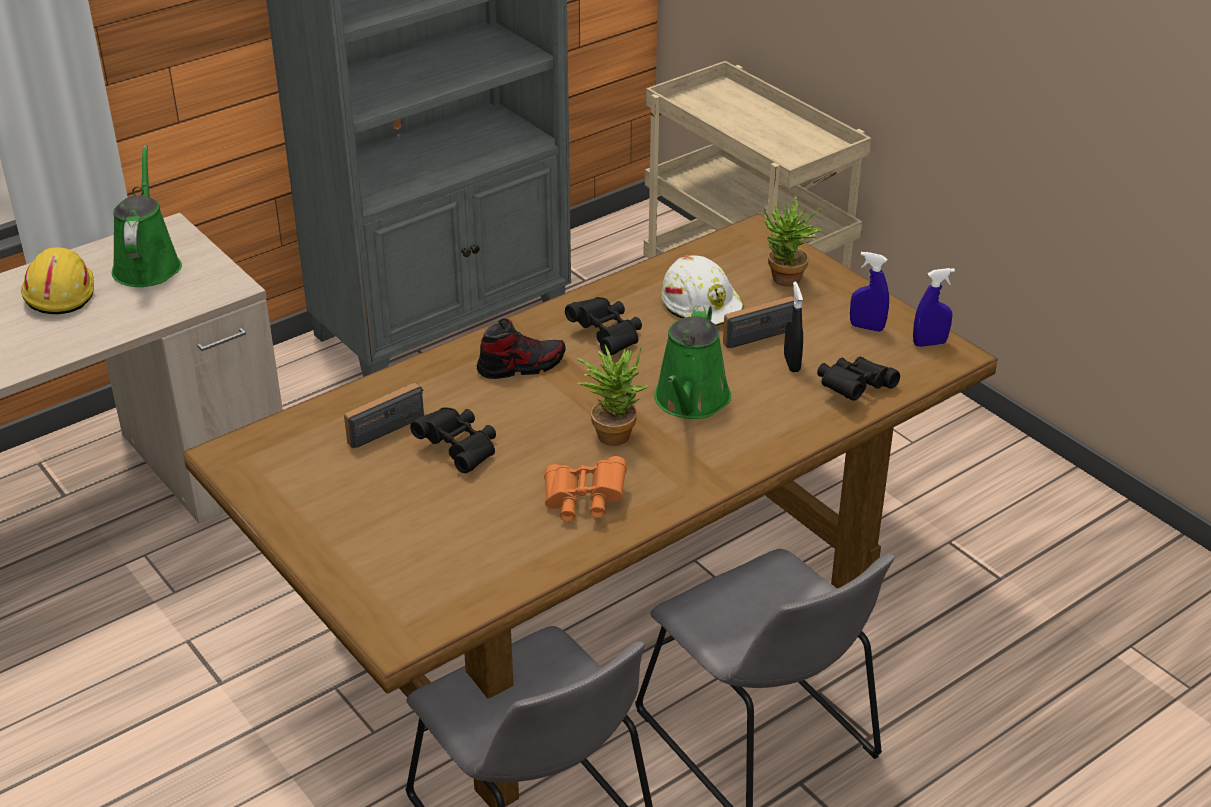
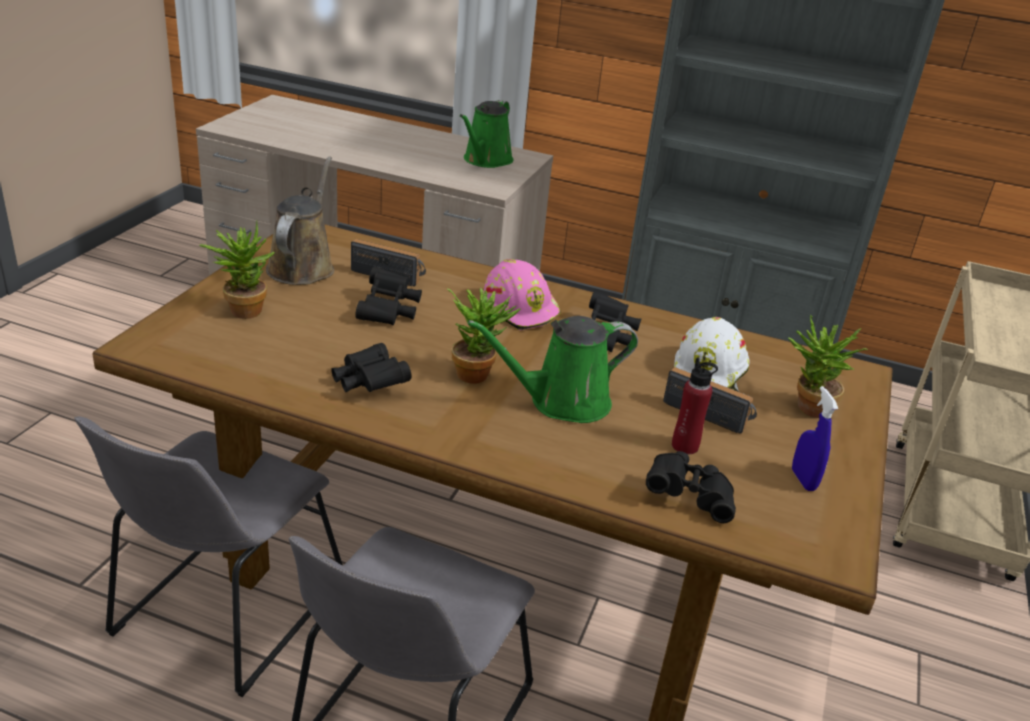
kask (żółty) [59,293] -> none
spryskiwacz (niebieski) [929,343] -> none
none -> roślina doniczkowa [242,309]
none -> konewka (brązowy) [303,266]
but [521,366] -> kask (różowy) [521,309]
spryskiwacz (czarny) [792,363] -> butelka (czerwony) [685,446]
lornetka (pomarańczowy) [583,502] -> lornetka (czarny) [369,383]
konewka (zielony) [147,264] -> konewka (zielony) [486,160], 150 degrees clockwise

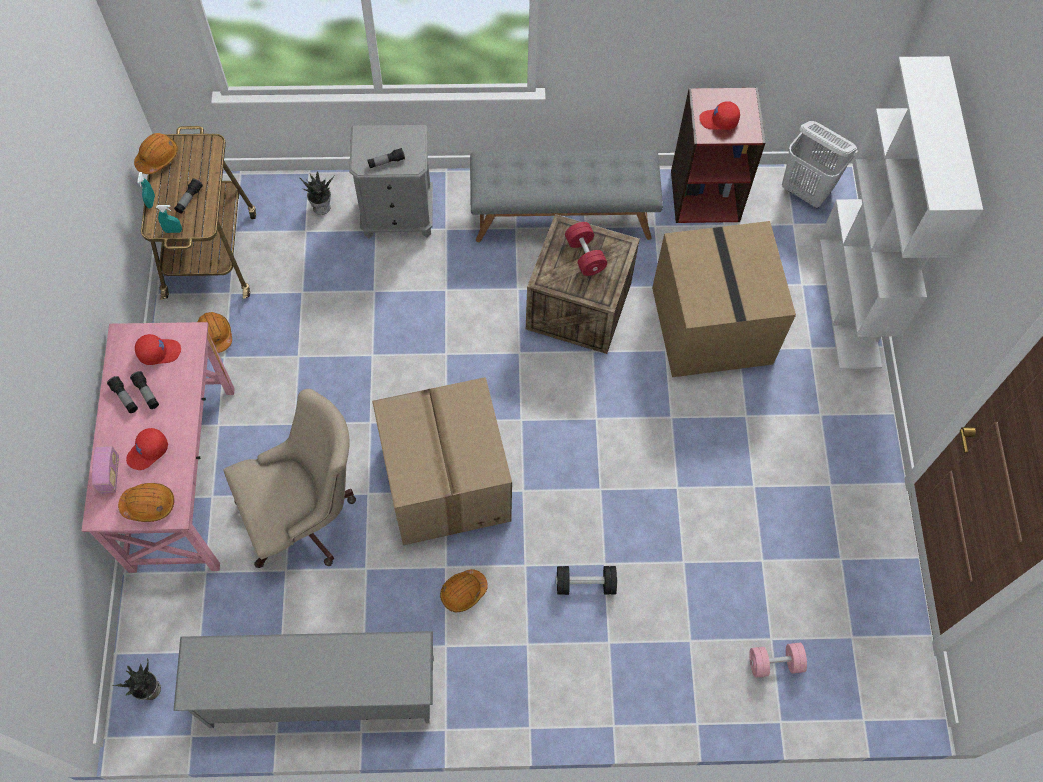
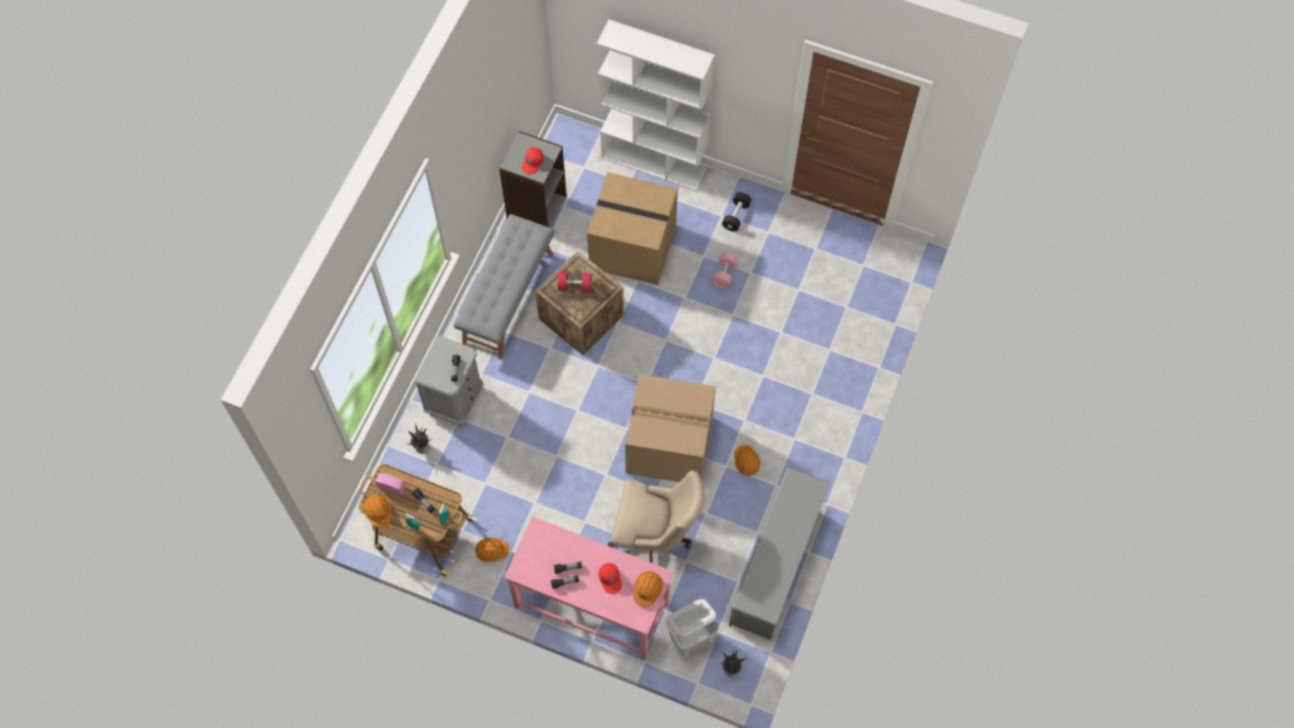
czapka z daszkiem (czerwony) [159,352] -> none
radio [110,474] -> radio [391,487], relocated
hantel (czarny) [585,584] -> hantel (czarny) [736,216], relocated
hantel (różowy) [774,663] -> hantel (różowy) [724,274], relocated
kosz na pranie (biały) [806,191] -> kosz na pranie (biały) [691,639], relocated
regał (czerwony) [705,195] -> regał (szary) [536,207]
krzesło biurowe (beżowy) [306,517] -> krzesło biurowe (beżowy) [655,537], 105 degrees clockwise

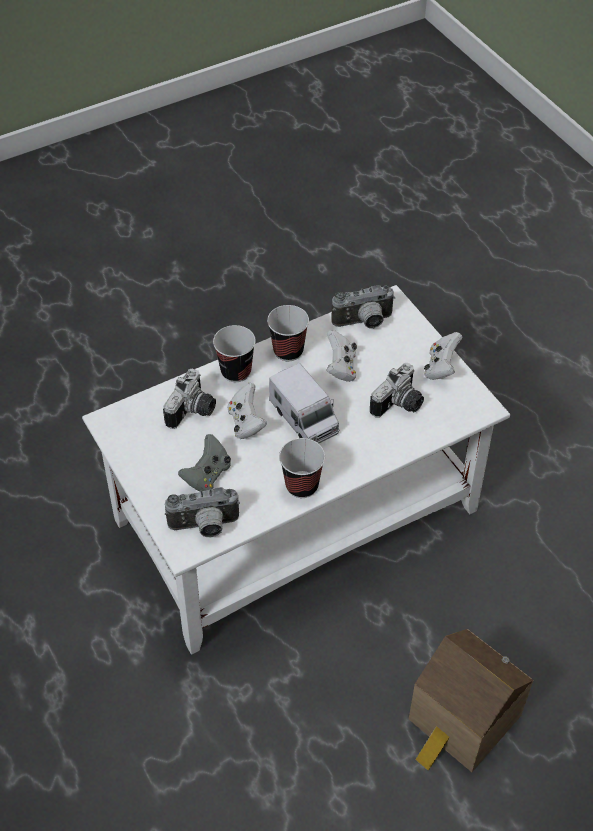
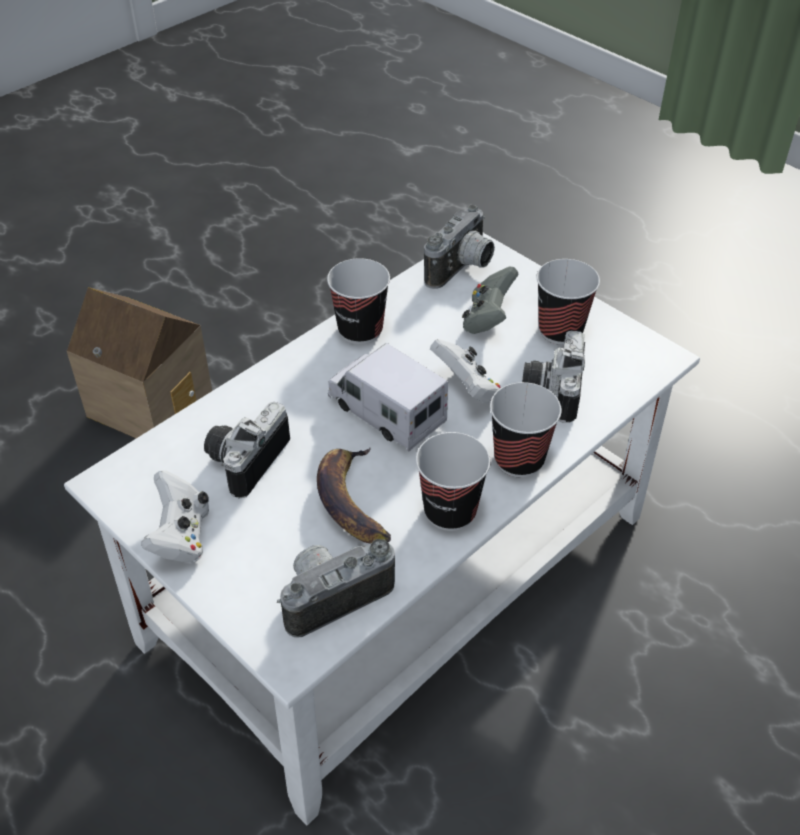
none -> filiżanka [560,331]
pad do gier (biały) [341,368] -> banan [352,501]
aparat fotograficzny [204,527] -> aparat fotograficzny [463,269], 150 degrees clockwise

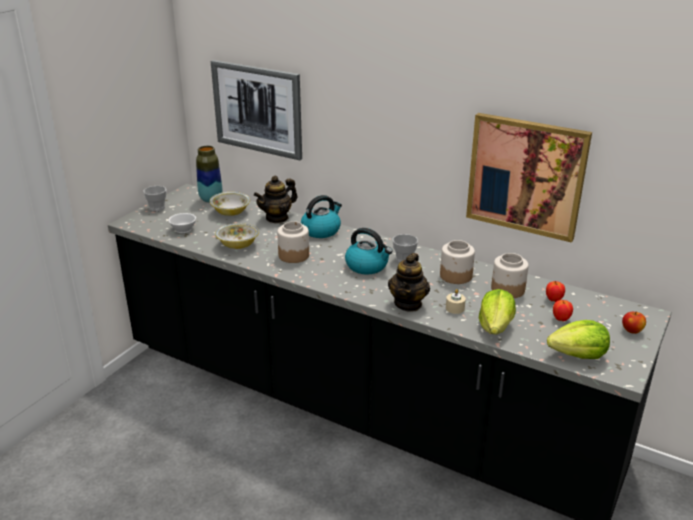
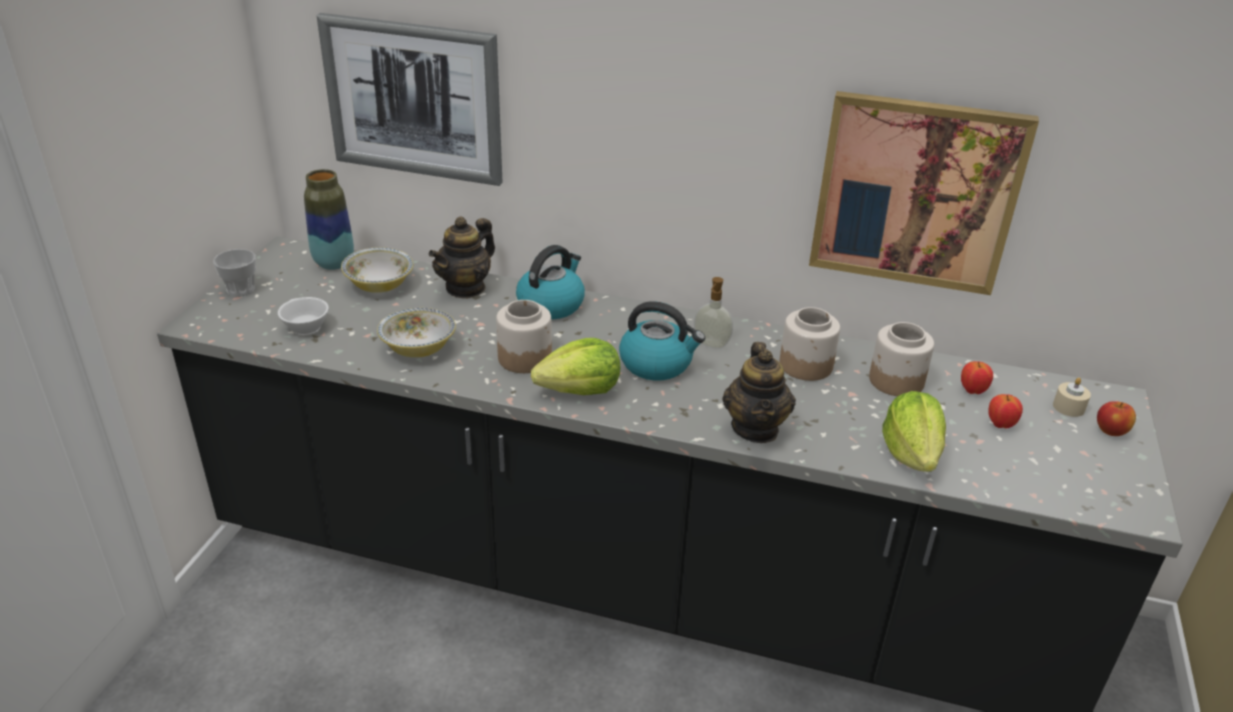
świeca (beżowy) [455,308] -> świeca (beżowy) [1068,407], relocated
sałata [578,354] -> sałata [580,390], relocated
filiżanka [404,259] -> dozownik mydła [711,344]

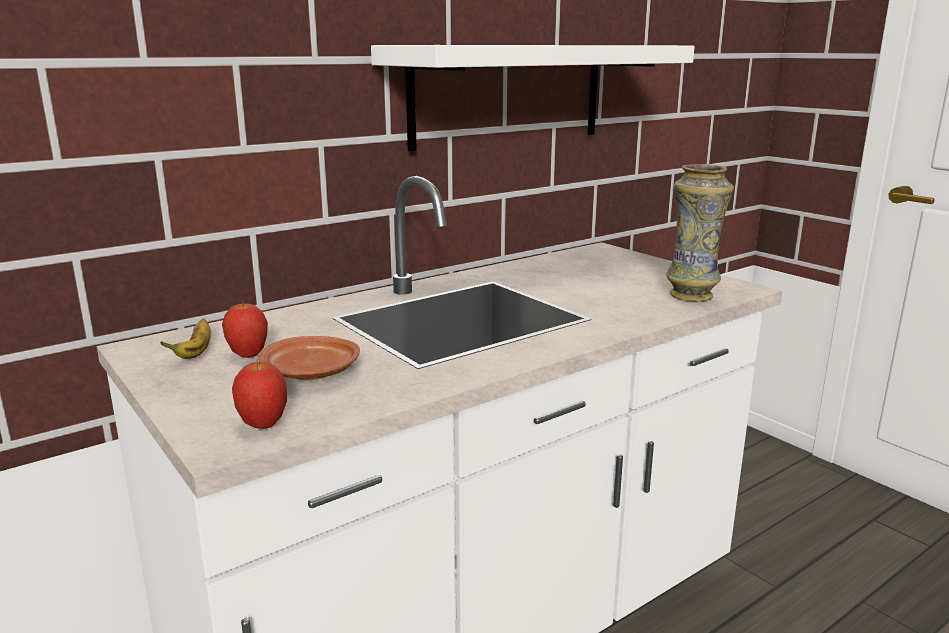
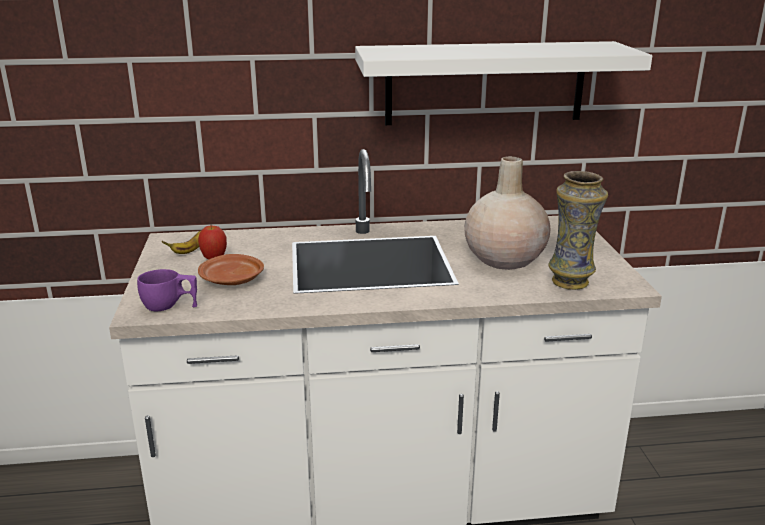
none -> wazon (beżowy) [504,259]
jabłko [263,425] -> filiżanka (fioletowy) [170,306]

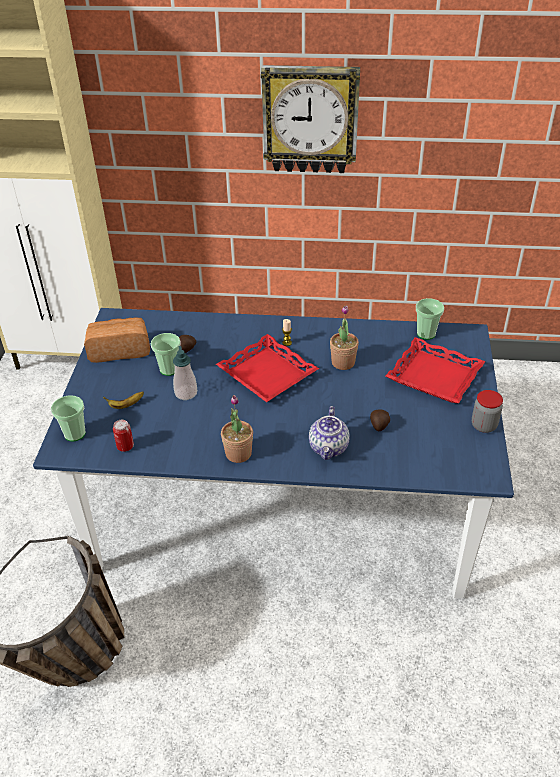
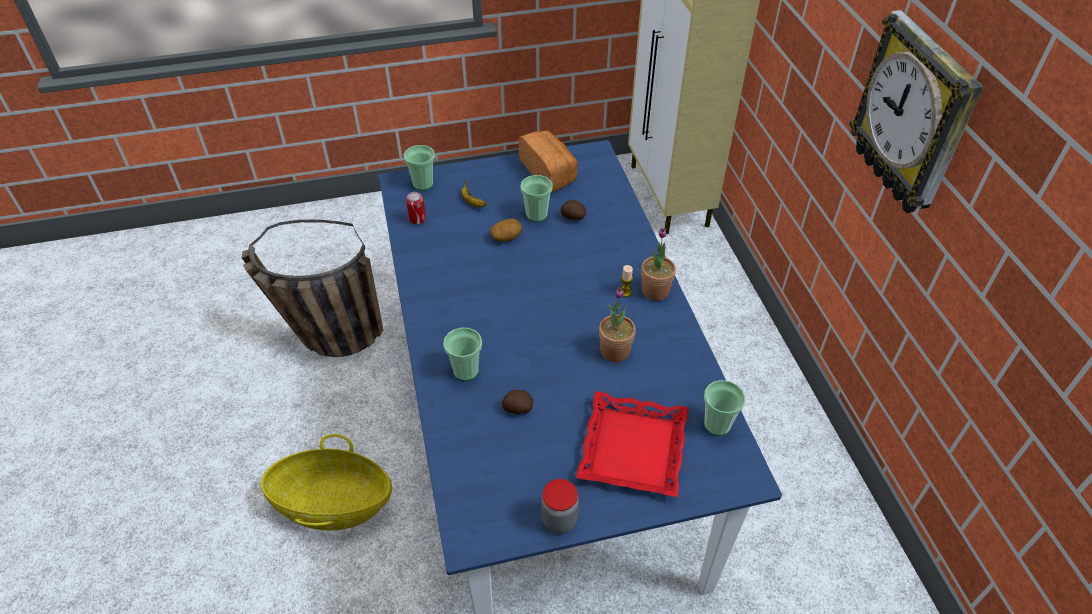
taca (czerwony) [266,374] -> none
none -> koszyk [333,503]
roślina doniczkowa [238,453] -> roślina doniczkowa [655,291], relocated
dozownik mydła [186,393] -> ziemniak [506,237]
imbryk [329,448] -> filiżanka [466,371]

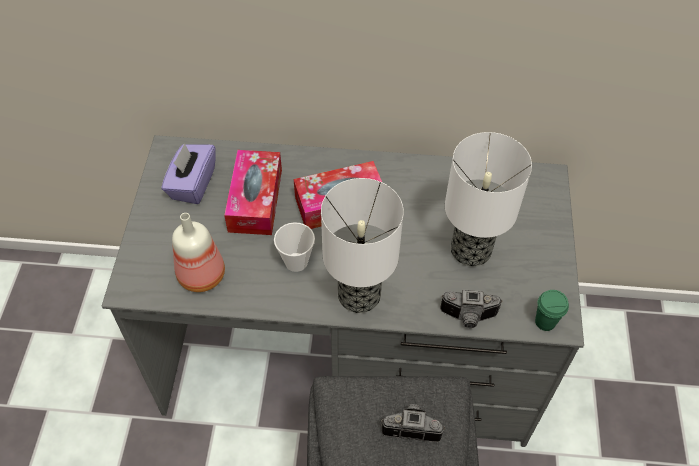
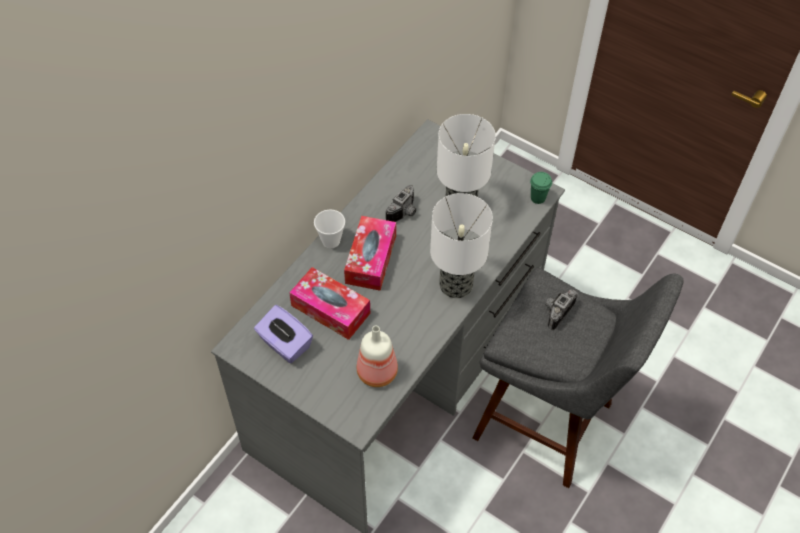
filiżanka [296,262] -> filiżanka [331,241], relocated
aparat fotograficzny [468,318] -> aparat fotograficzny [405,213], relocated

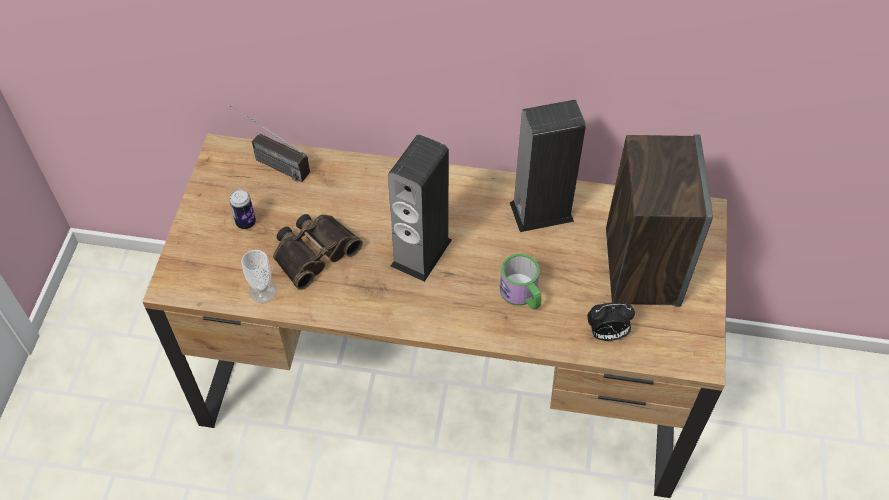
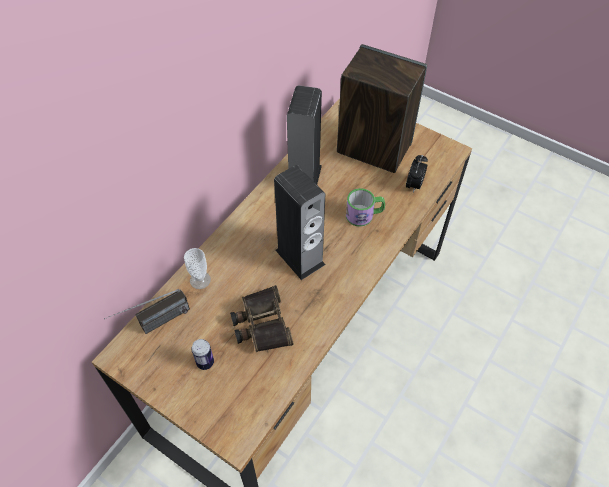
filiżanka [262,291] -> filiżanka [200,280], relocated

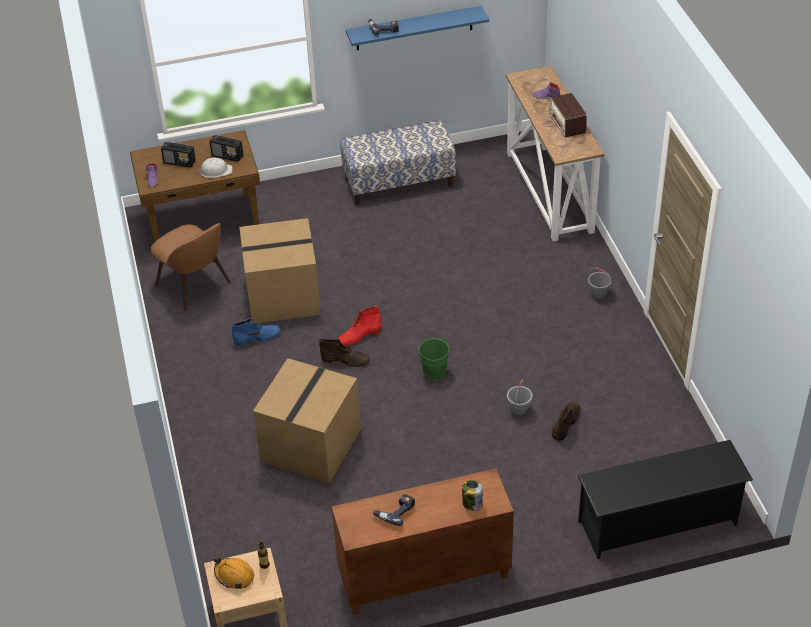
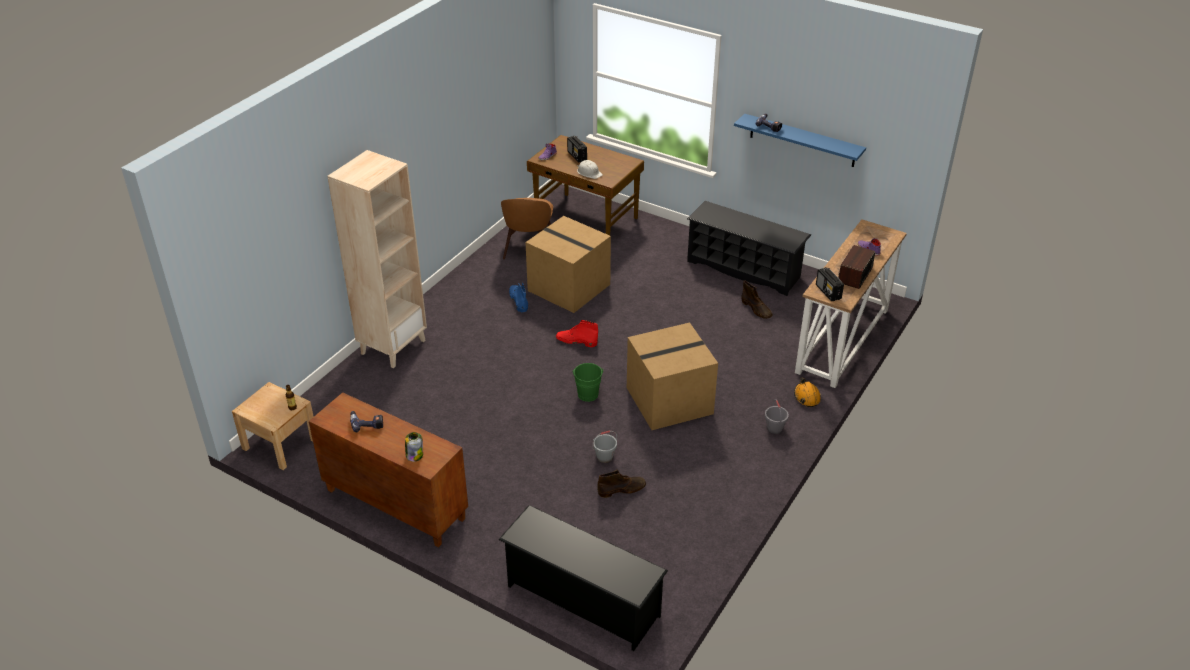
none -> regał (beżowy) [393,346]
radio [228,156] -> radio [828,292], relocated
kask (pomarańczowy) [234,575] -> kask (pomarańczowy) [806,397], relocated
karton [311,446] -> karton [668,401], relocated
but z cholewką (brązowy) [346,360] -> but z cholewką (brązowy) [756,309], relocated
ławka [399,182] -> regał na buty (czarny) [744,269]
but z cholewką (niebieski) [257,337] -> but z cholewką (niebieski) [518,300], 135 degrees counterclockwise

